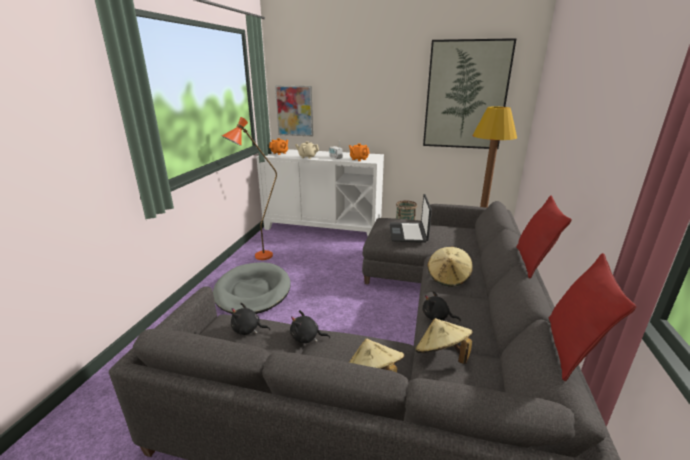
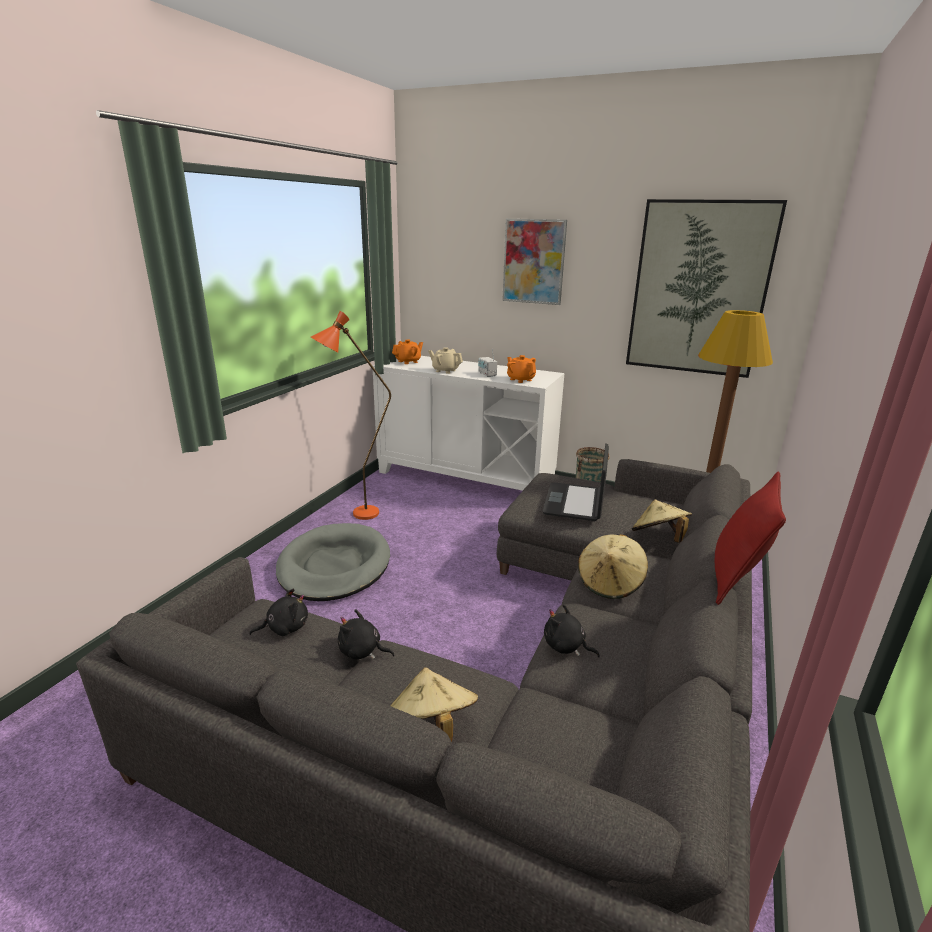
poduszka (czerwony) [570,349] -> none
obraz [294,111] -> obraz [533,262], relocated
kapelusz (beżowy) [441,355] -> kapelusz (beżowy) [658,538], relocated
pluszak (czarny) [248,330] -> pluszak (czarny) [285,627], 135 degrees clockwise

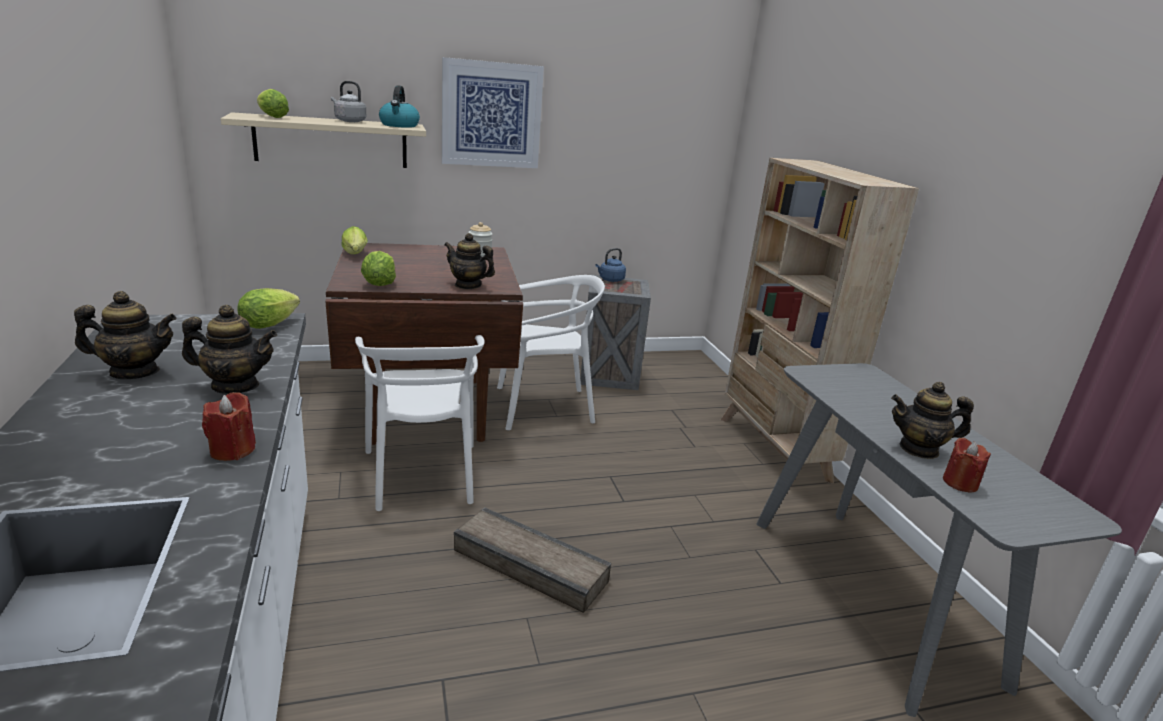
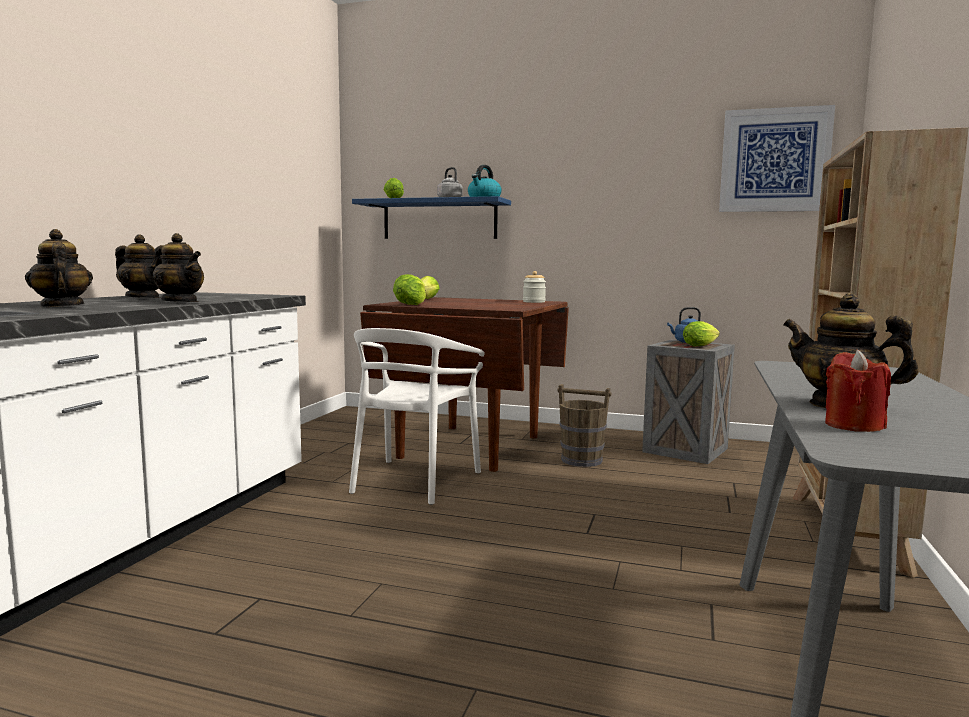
świeca (czerwony) [232,450] -> none
skrzynka [530,564] -> none
sałata [272,324] -> sałata [701,346], relocated
obraz [491,115] -> obraz [774,160], relocated
imbryk [468,285] -> imbryk [61,306], relocated
krzesło (biały) [543,407] -> wiadro (brązowy) [582,460]
półka (beżowy) [331,141] -> półka (niebieski) [439,220]

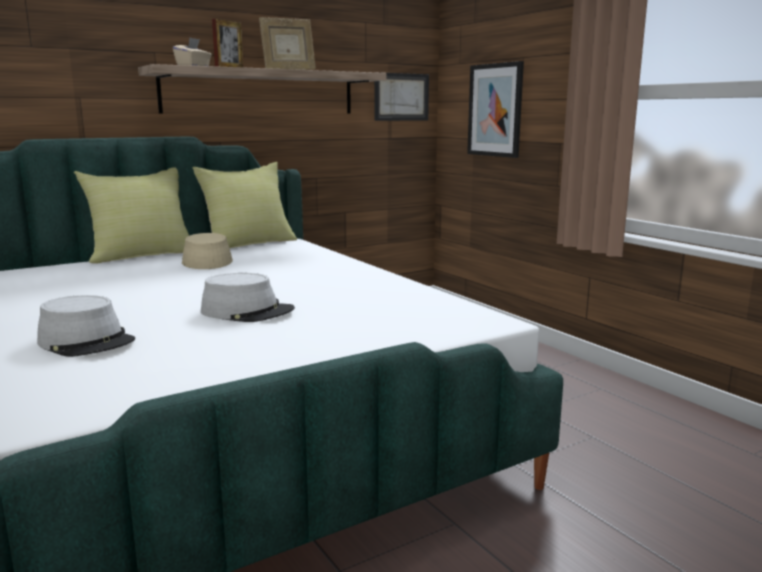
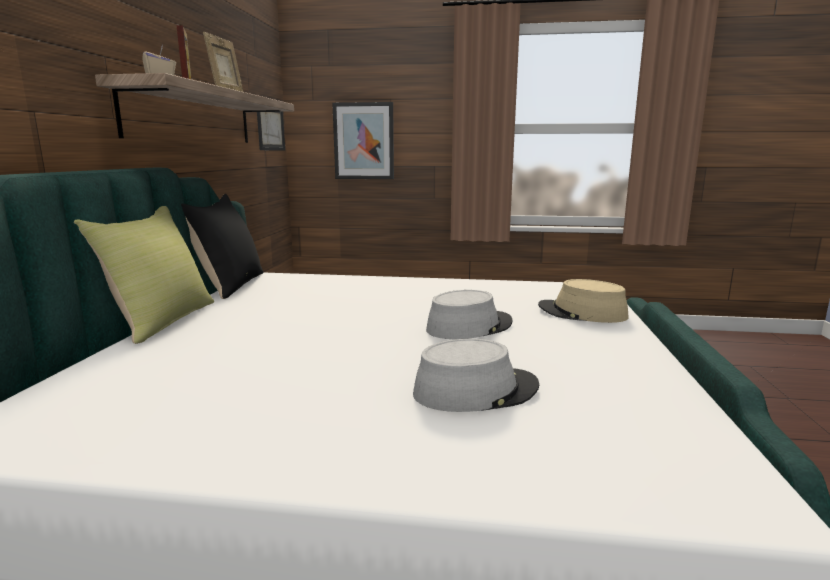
kapelusz (beżowy) [206,261] -> kapelusz (beżowy) [582,313], relocated
poduszka (żółty) [248,244] -> poduszka (czarny) [230,285]

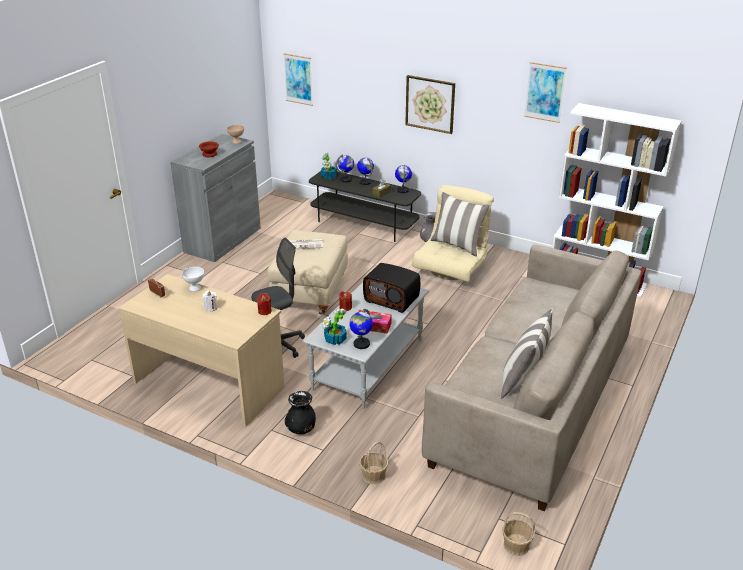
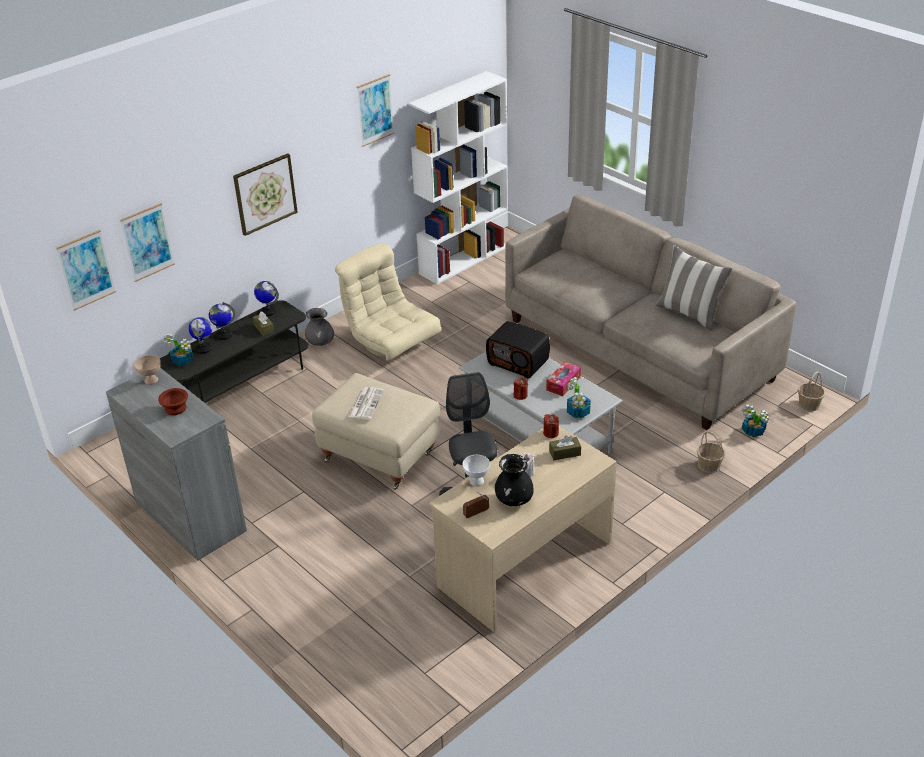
globus [361,344] -> none
poduszka [457,245] -> none
none -> obraz [147,242]
none -> pudełko chusteczek (brązowy) [565,453]
none -> roślina doniczkowa [753,431]
wazon (czarny) [301,429] -> wazon (czarny) [514,500], relocated
radio [392,299] -> radio [519,362], 75 degrees clockwise

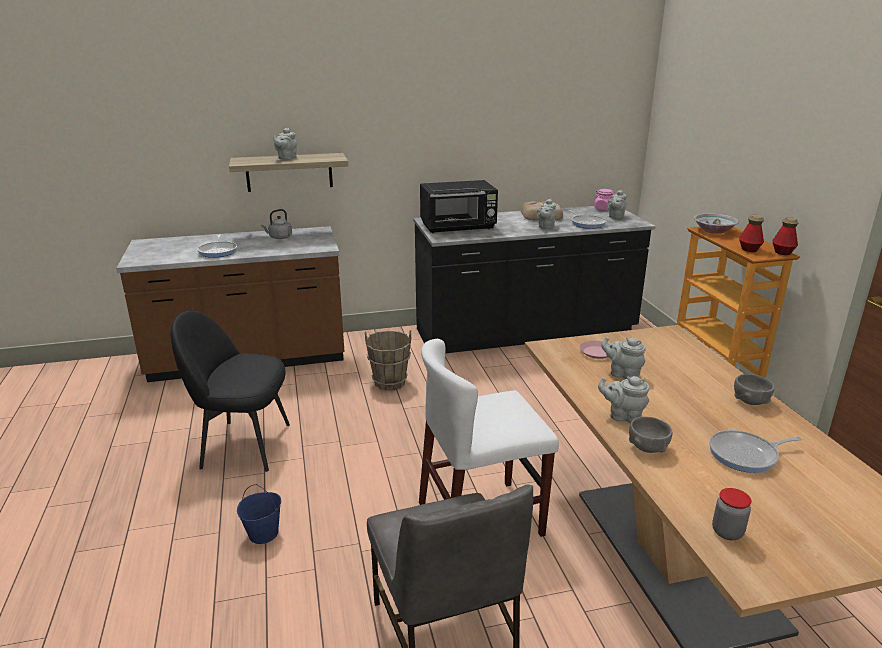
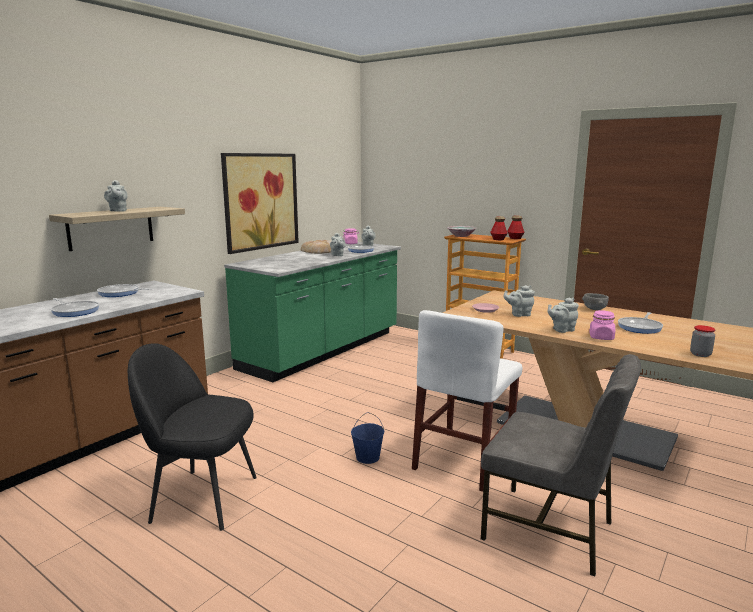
wiadro (brązowy) [389,382] -> none
mikrofalówka (czarny) [458,227] -> none
none -> obraz [260,201]
wiadro (niebieski) [263,533] -> wiadro (niebieski) [367,457], relocated
czajnik (szary) [279,237] -> patelnia [120,293]
miska (szary) [647,447] -> słoik (różowy) [601,337]
zabudowa kuchenna (czarny) [525,333] -> zabudowa kuchenna (zielony) [323,350]
krzesło (czarny) [243,445] -> krzesło (czarny) [202,498], 45 degrees clockwise

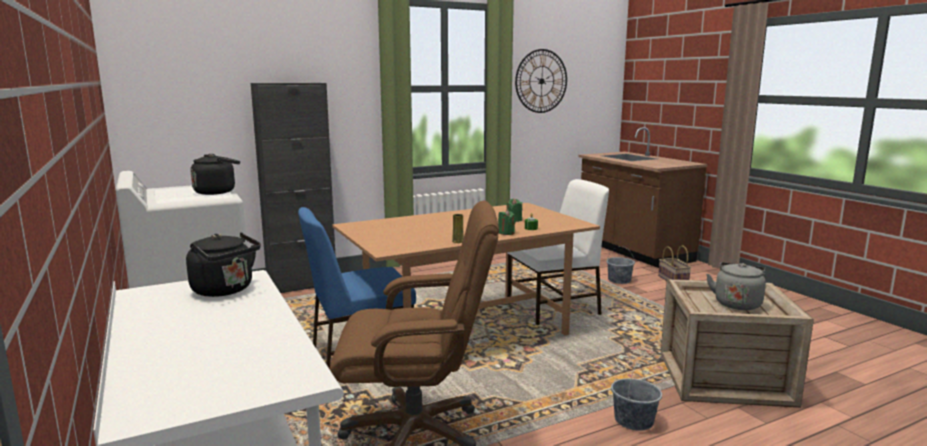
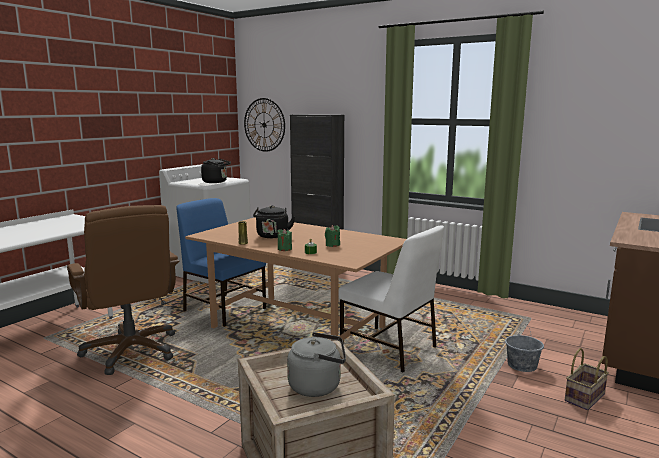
wiadro (szary) [633,420] -> none
czajnik (czarny) [225,290] -> czajnik (czarny) [272,236], relocated
zegar ścienny [541,81] -> zegar ścienny [264,125], relocated

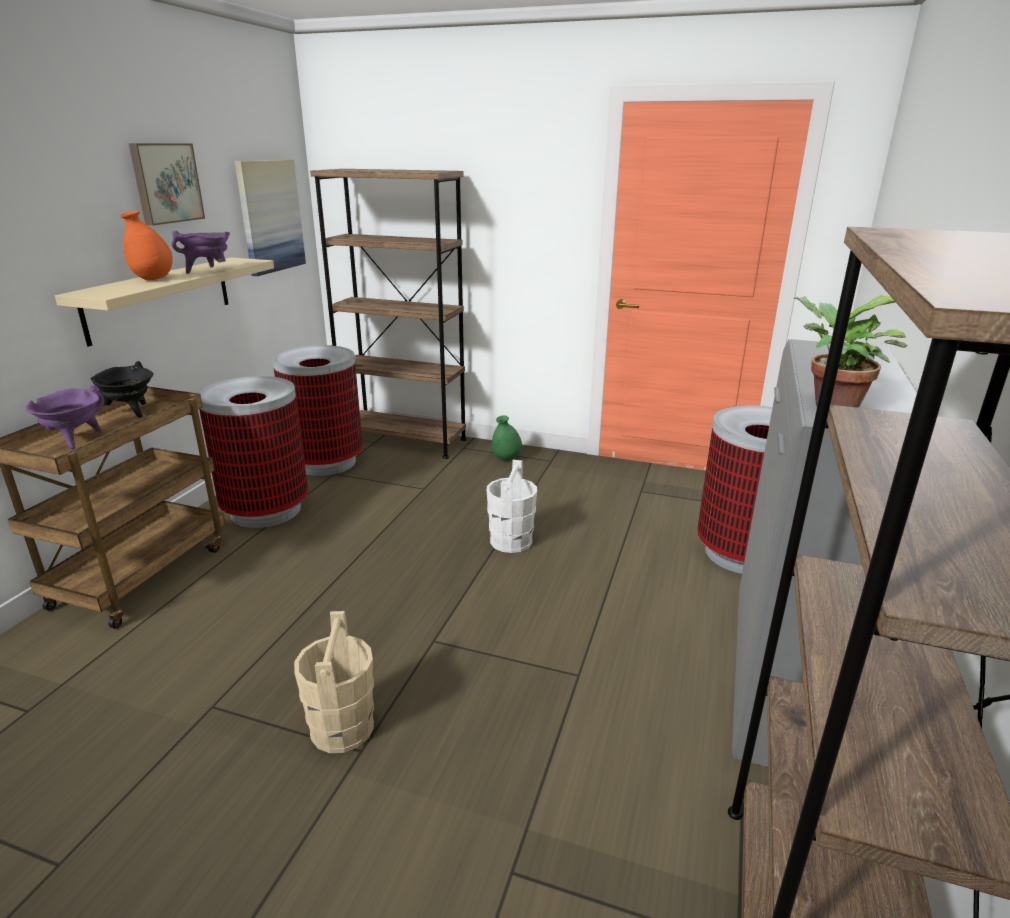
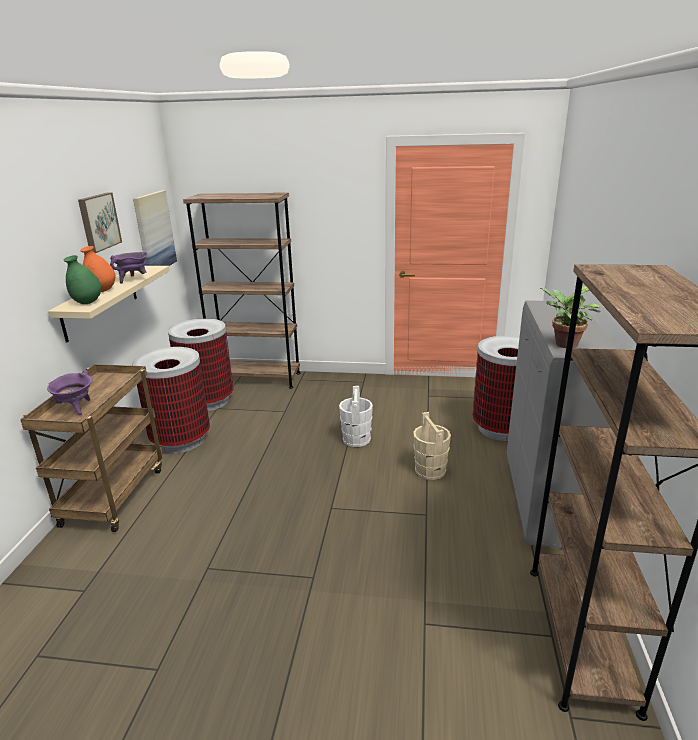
garnek (czarny) [130,412] -> none
wiadro (beżowy) [342,728] -> wiadro (beżowy) [430,470], relocated
wazon (zielony) [506,459] -> wazon (zielony) [87,302], relocated

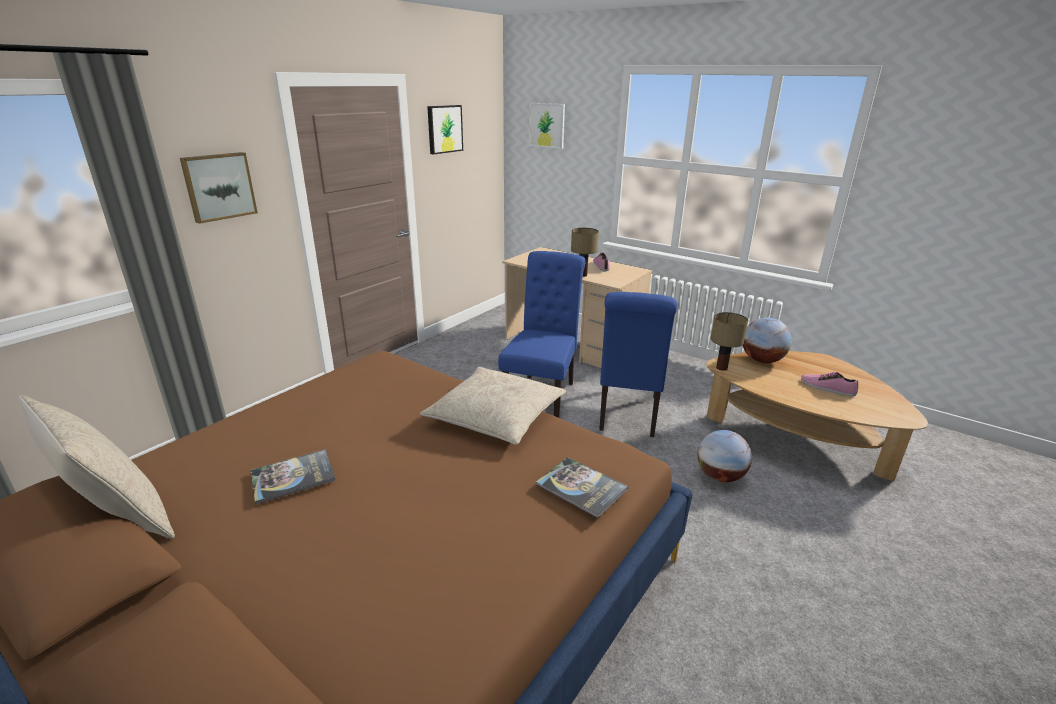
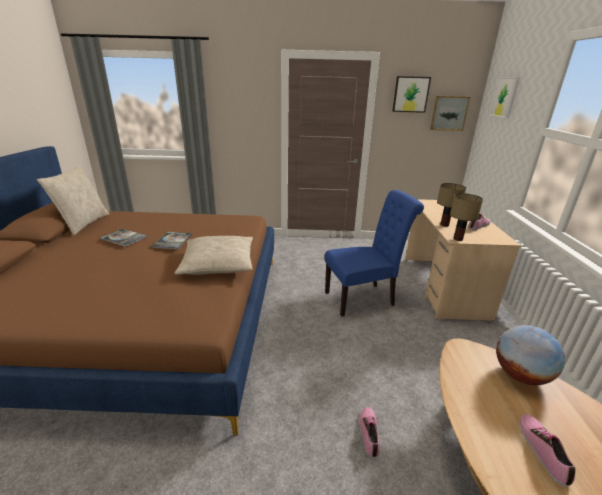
krzesło (niebieski) [628,415] -> none
obraz [218,186] -> obraz [449,113], relocated
książka [581,487] -> książka [172,241], relocated
lampa stołowa [722,368] -> lampa stołowa [458,239], relocated
globus [720,476] -> but [370,433]

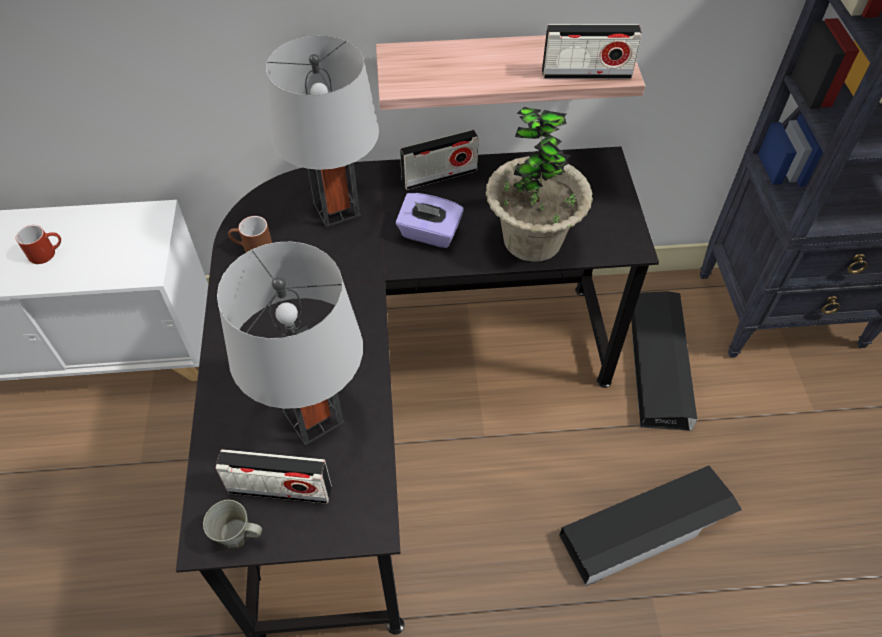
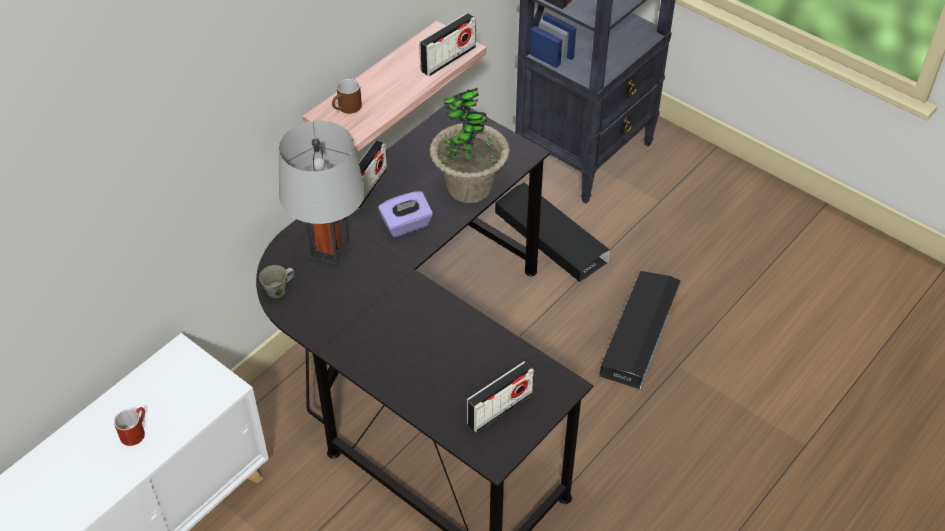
lampa stołowa (szary) [314,417] -> none
kubek (szary) [237,535] -> kubek (szary) [278,291], relocated
kubek (brązowy) [252,248] -> kubek (brązowy) [347,109], relocated

